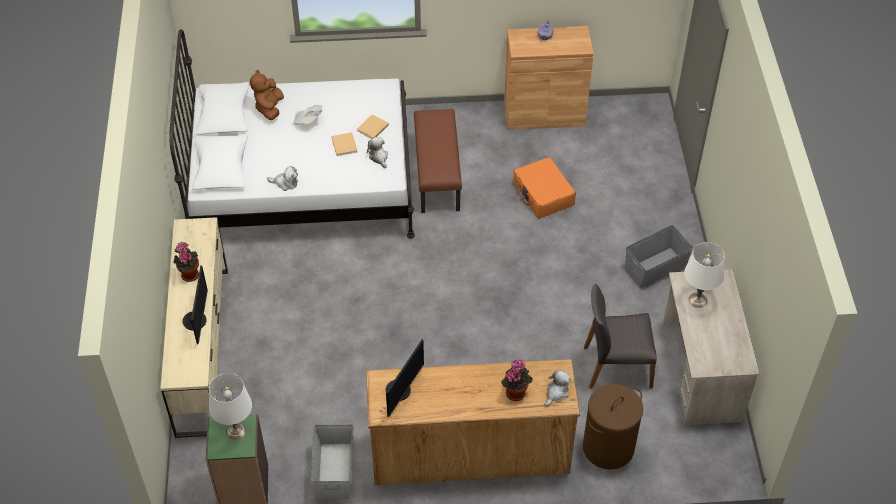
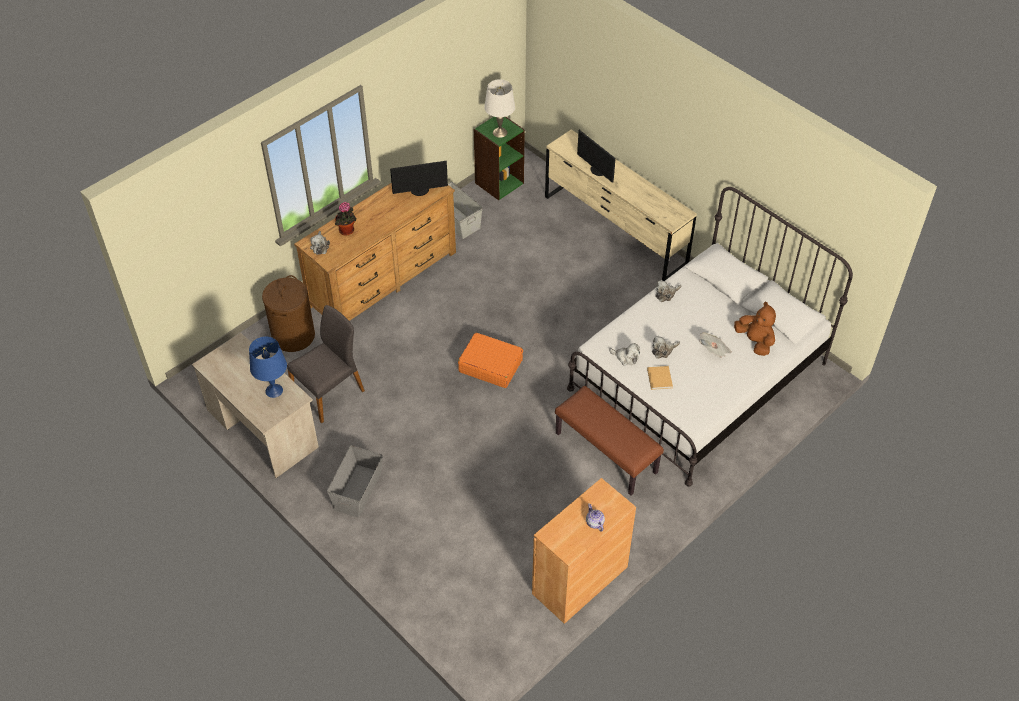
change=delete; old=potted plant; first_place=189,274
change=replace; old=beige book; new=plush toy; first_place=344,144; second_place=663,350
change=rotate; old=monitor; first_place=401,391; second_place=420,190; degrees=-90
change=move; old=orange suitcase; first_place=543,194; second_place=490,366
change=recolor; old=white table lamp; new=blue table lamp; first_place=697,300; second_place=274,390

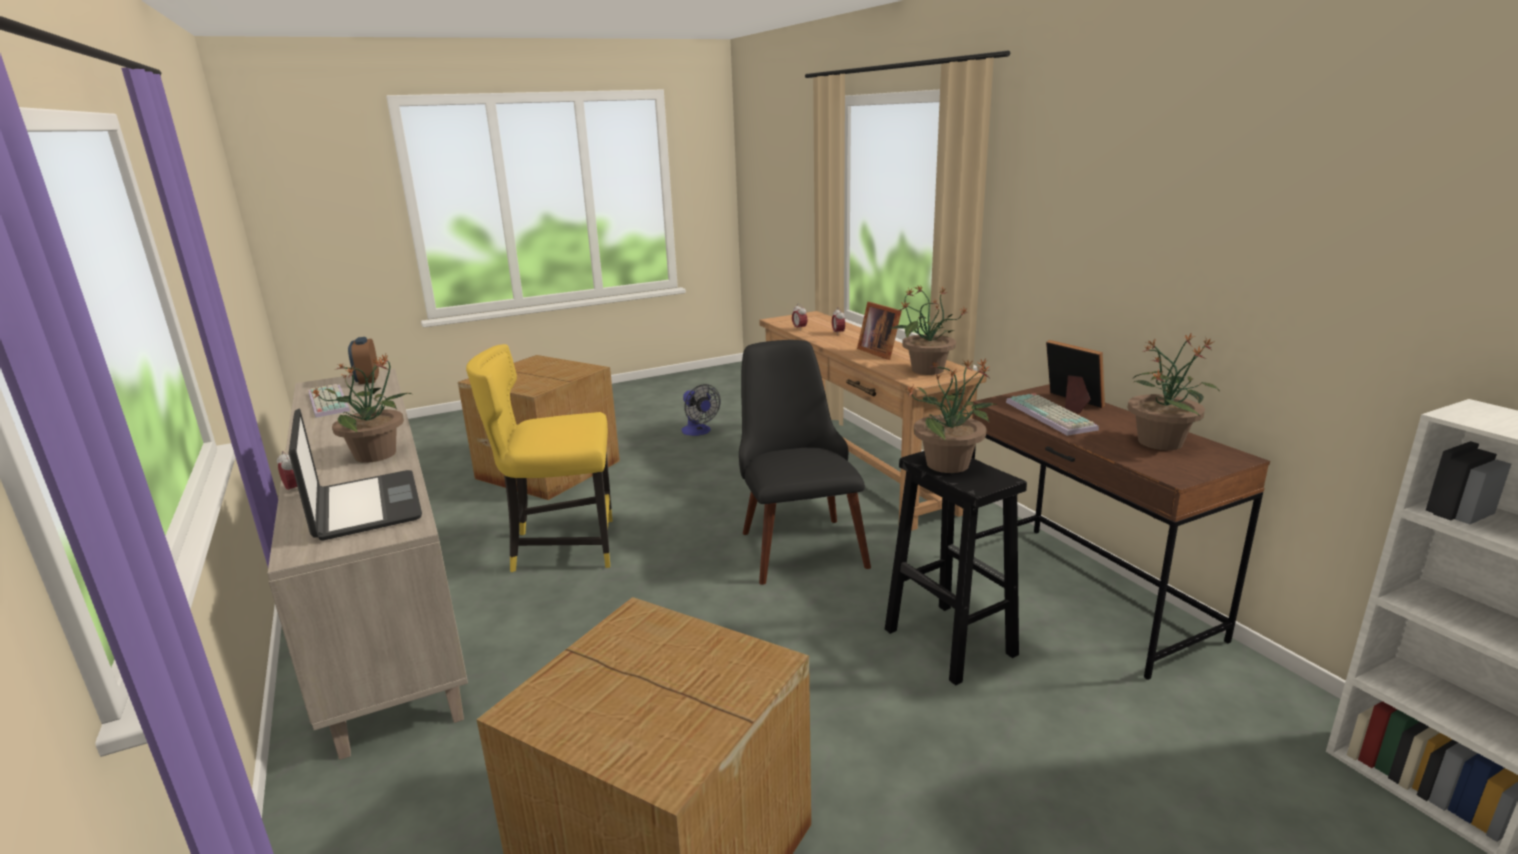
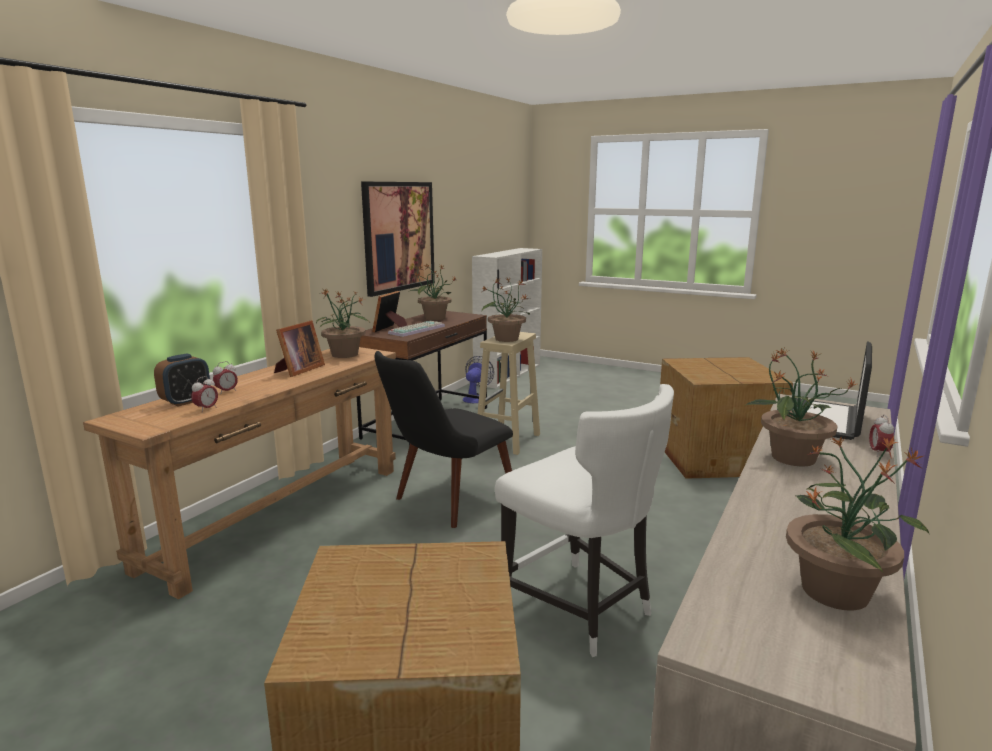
change=replace; old=keyboard; new=potted plant; first_place=326,402; second_place=836,590
change=move; old=alarm clock; first_place=368,380; second_place=186,401
change=recolor; old=yellow chair; new=white chair; first_place=561,547; second_place=580,610
change=move; old=fan; first_place=699,432; second_place=476,398
change=recolor; old=black stool; new=beige stool; first_place=947,641; second_place=507,441
change=insert; new=picture; second_place=399,236

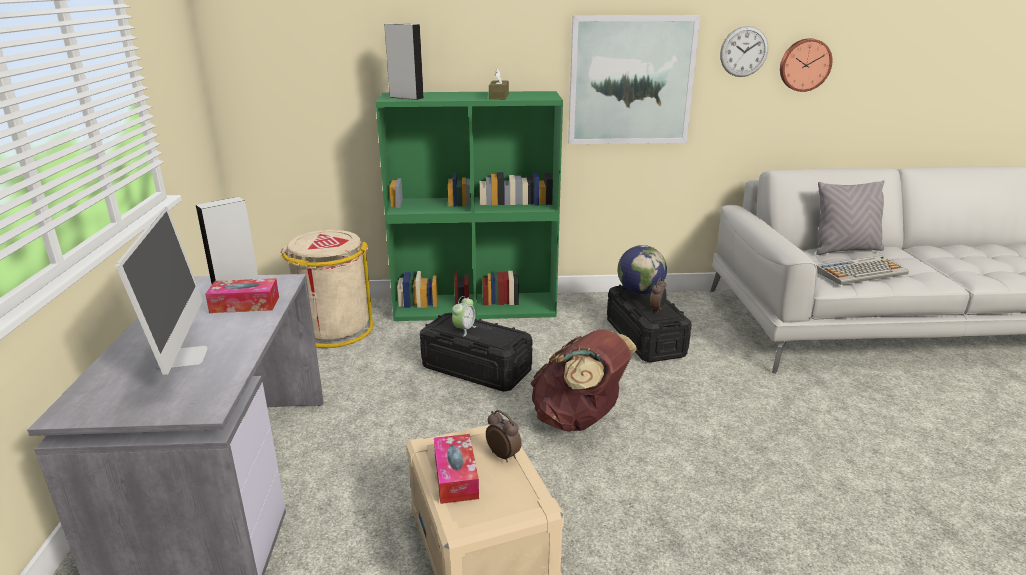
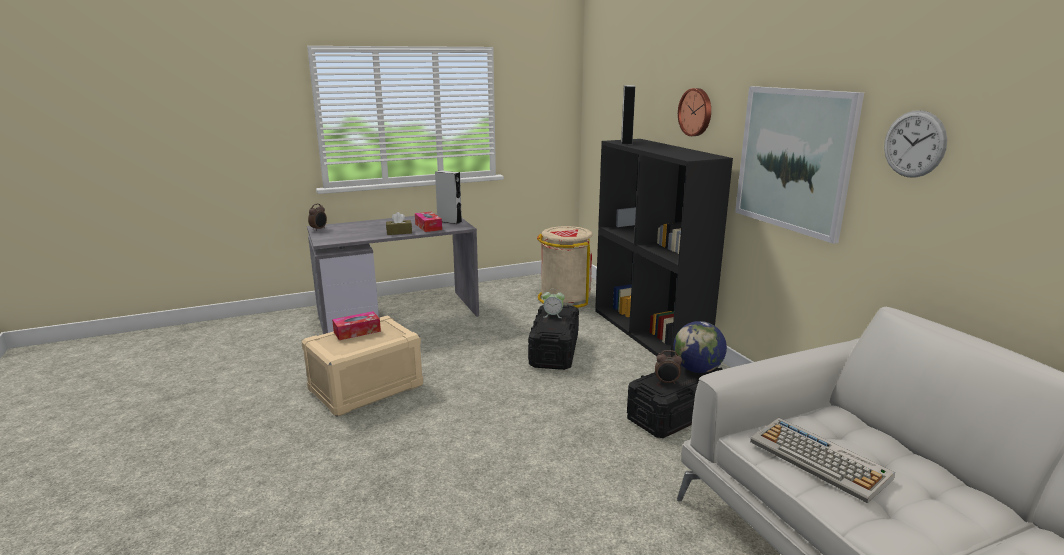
change=delete; old=monitor; first_place=182,357
change=recolor; old=green bookcase; new=black bookcase; first_place=476,307; second_place=650,332
change=move; old=alarm clock; first_place=504,455; second_place=319,229
change=move; old=brown tissue box; first_place=499,96; second_place=399,232
change=delete; old=brown backpack; first_place=579,420
change=move; old=wall clock; first_place=804,65; second_place=696,112
change=delete; old=grey pillow; first_place=844,250

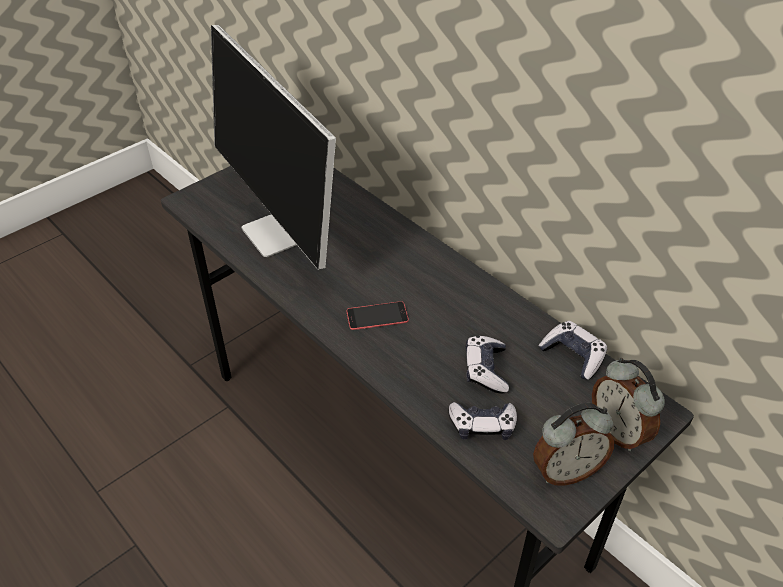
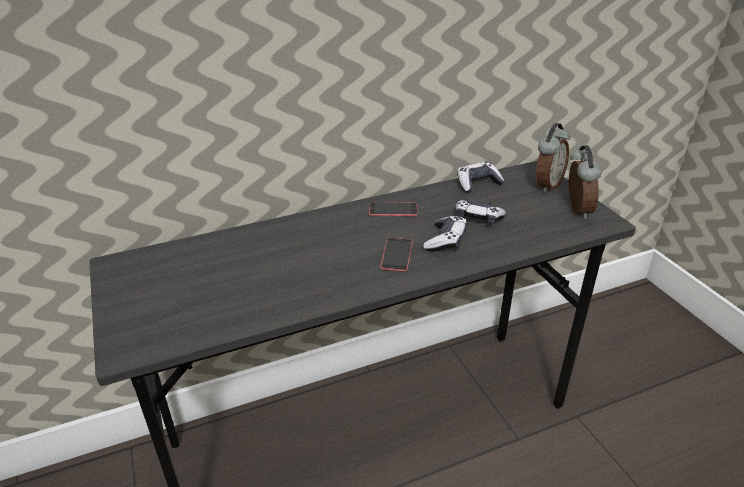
change=delete; old=monitor; first_place=282,233
change=move; old=game controller; first_place=482,425; second_place=445,241
change=rotate; old=alarm clock; first_place=619,431; second_place=547,185; degrees=-45
change=insert; new=phone; second_place=393,209

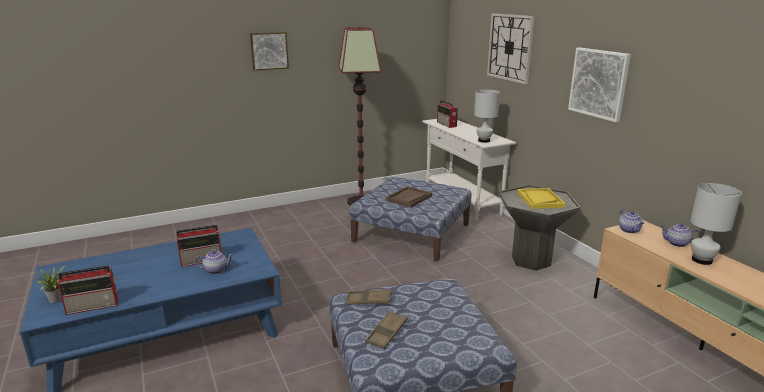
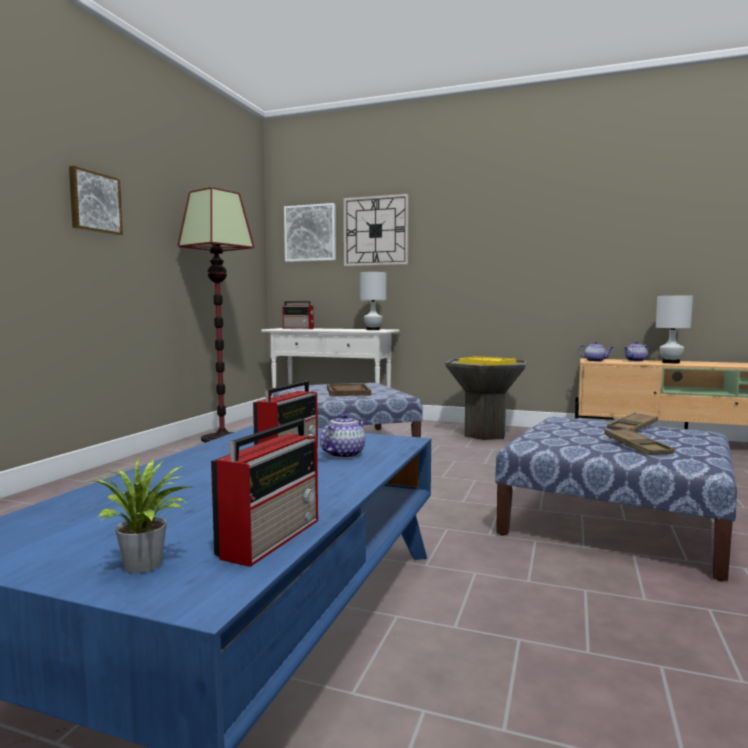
change=move; old=brown tray; first_place=368,300; second_place=632,427
change=move; old=picture; first_place=599,83; second_place=310,233

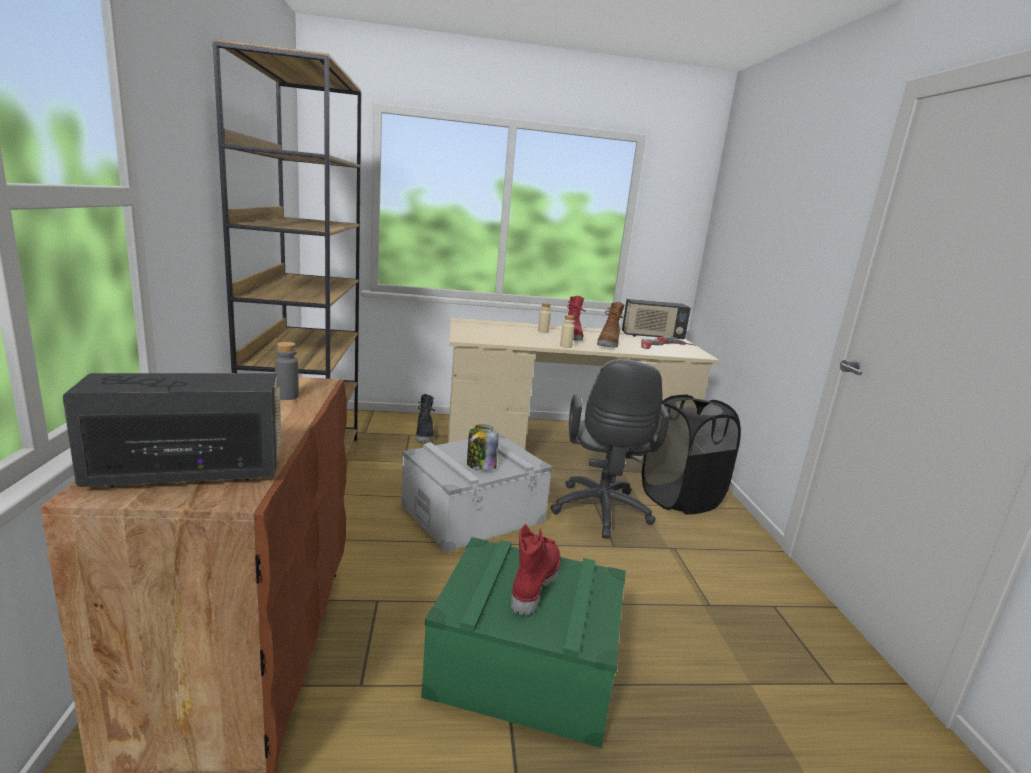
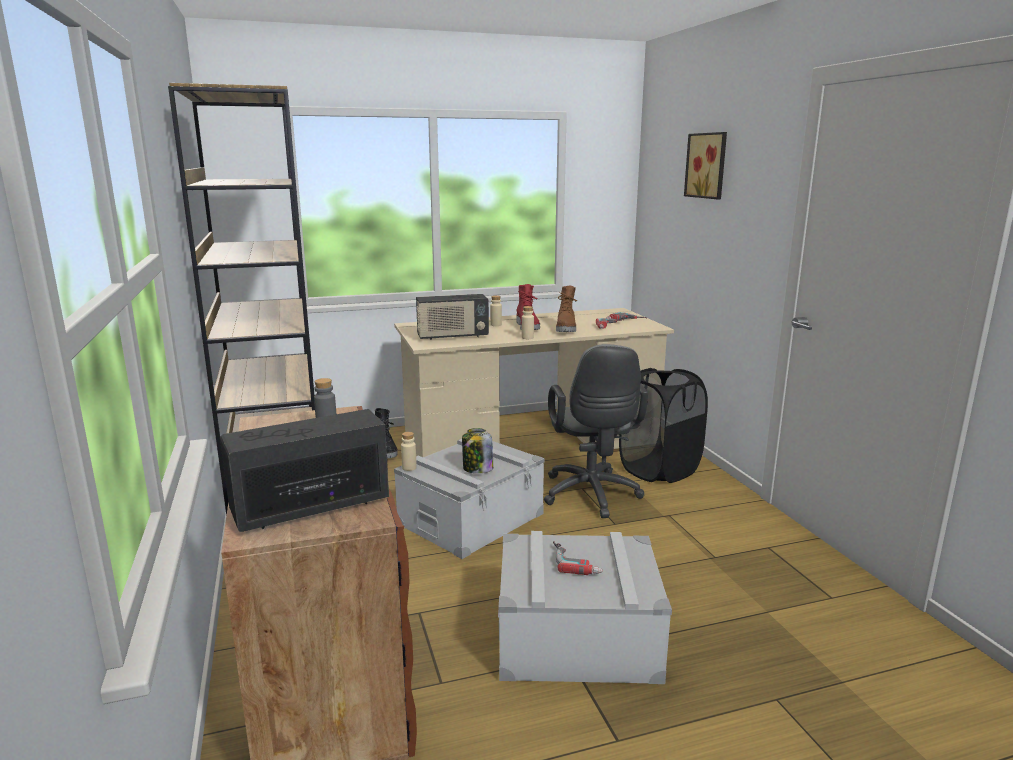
change=recolor; old=green storage box; new=grey storage box; first_place=524,667; second_place=577,638
change=replace; old=red boot; new=power drill; first_place=533,583; second_place=576,561
change=move; old=radio; first_place=652,336; second_place=452,336
change=insert; new=beige bottle; second_place=409,468
change=insert; new=picture; second_place=708,165

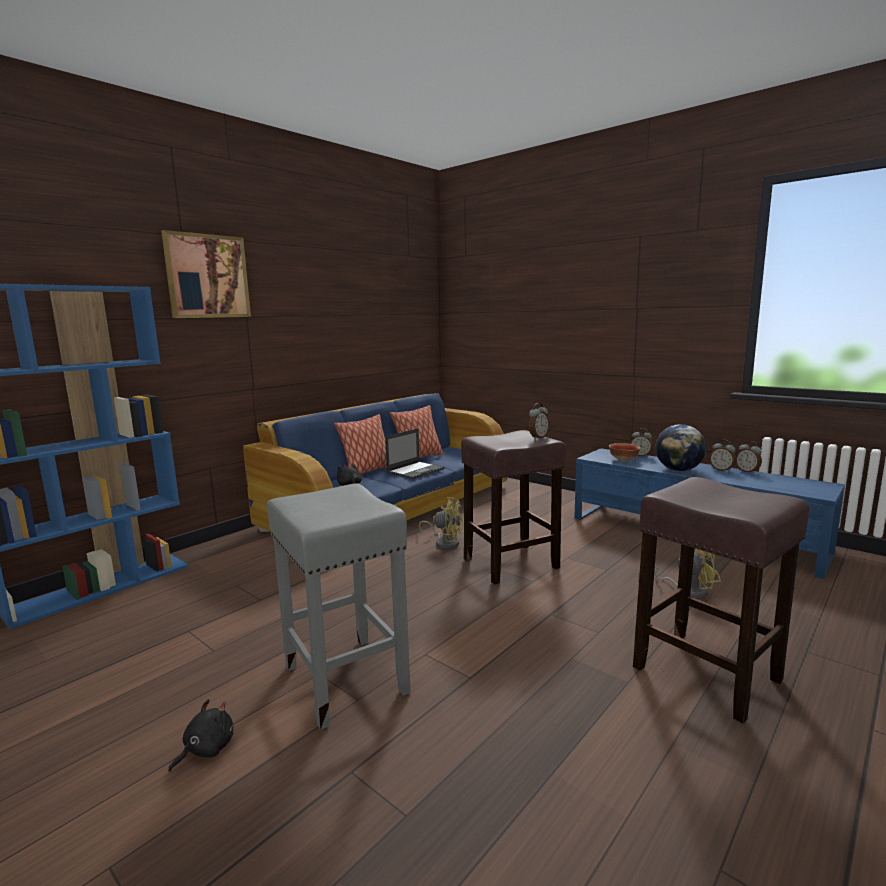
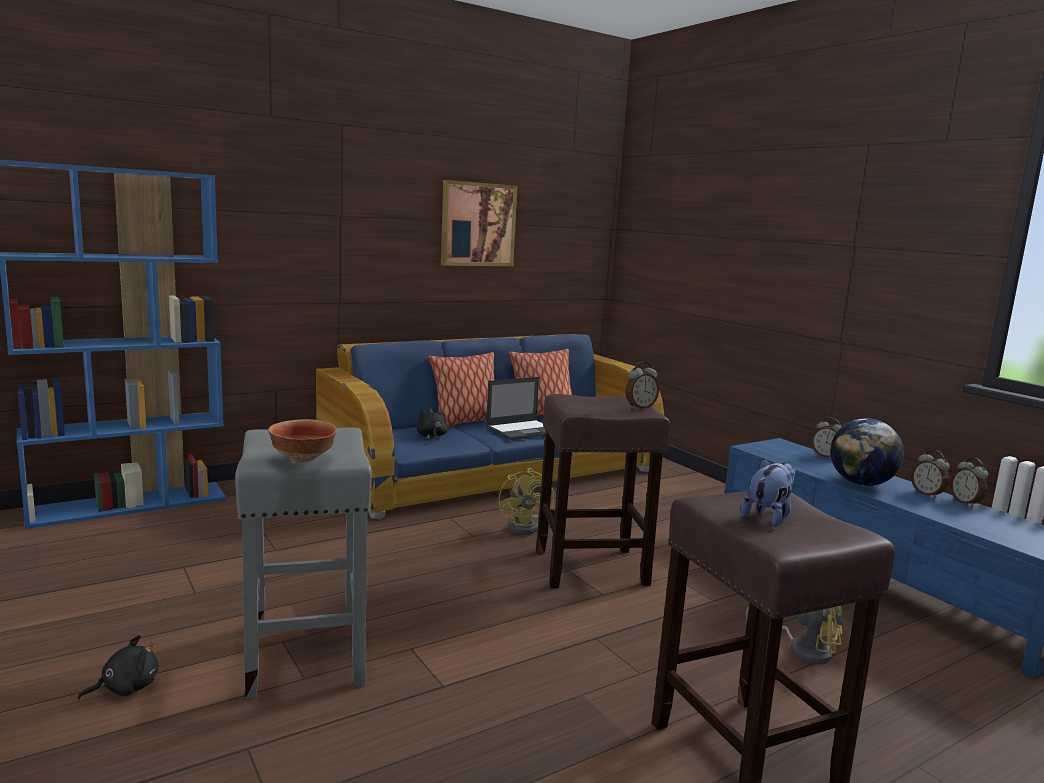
change=move; old=picture; first_place=207,276; second_place=478,224
change=rotate; old=yellow fan; first_place=445,543; second_place=527,527; degrees=45
change=move; old=bowl; first_place=623,460; second_place=304,458
change=insert; new=plush toy; second_place=768,517

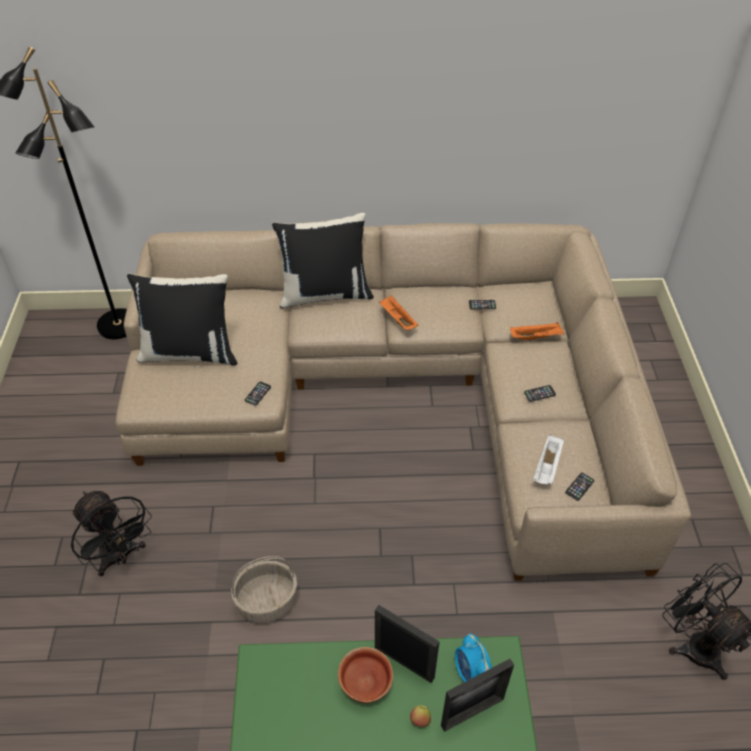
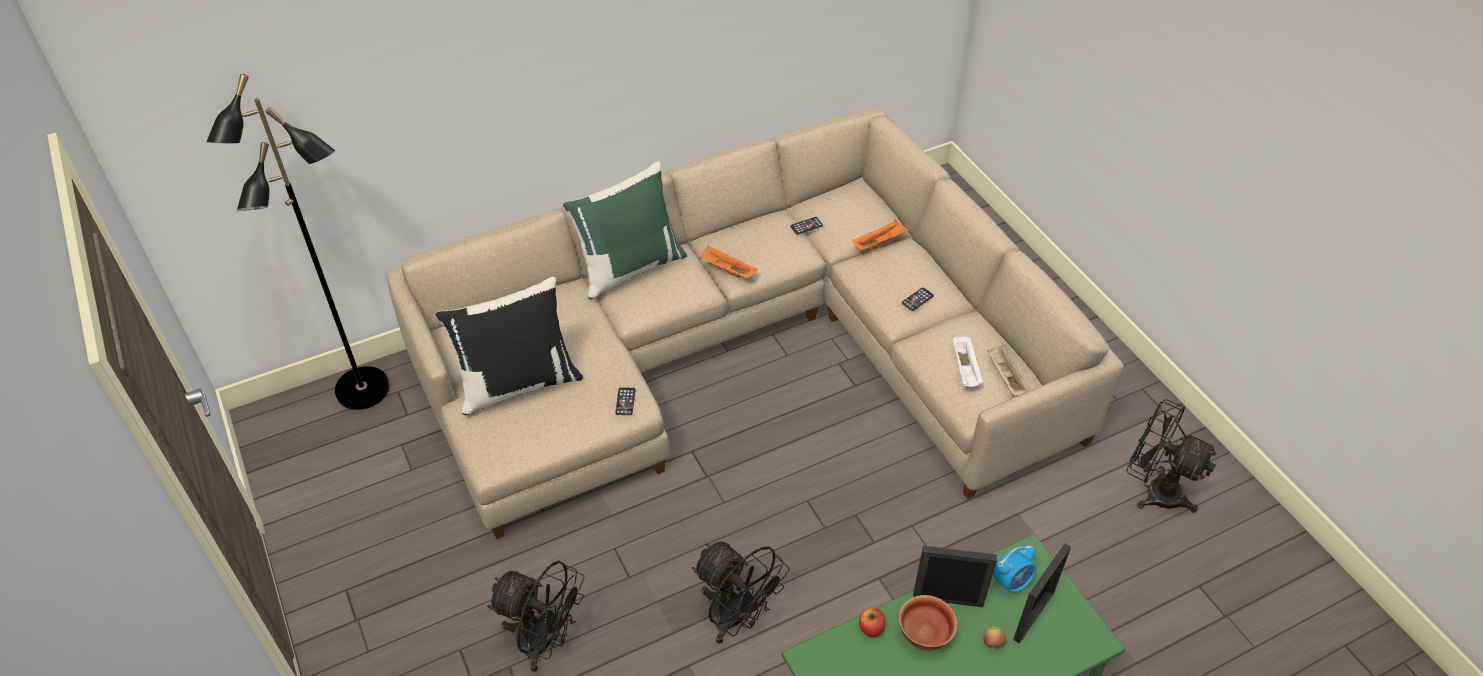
change=replace; old=basket; new=black fan; first_place=267,601; second_place=736,619
change=recolor; old=black pillow; new=green pillow; first_place=325,293; second_place=629,267
change=rotate; old=alarm clock; first_place=470,672; second_place=1011,582; degrees=-75
change=replace; old=phone; new=beige tray; first_place=579,486; second_place=1005,377
change=insert; new=apple; second_place=871,628

